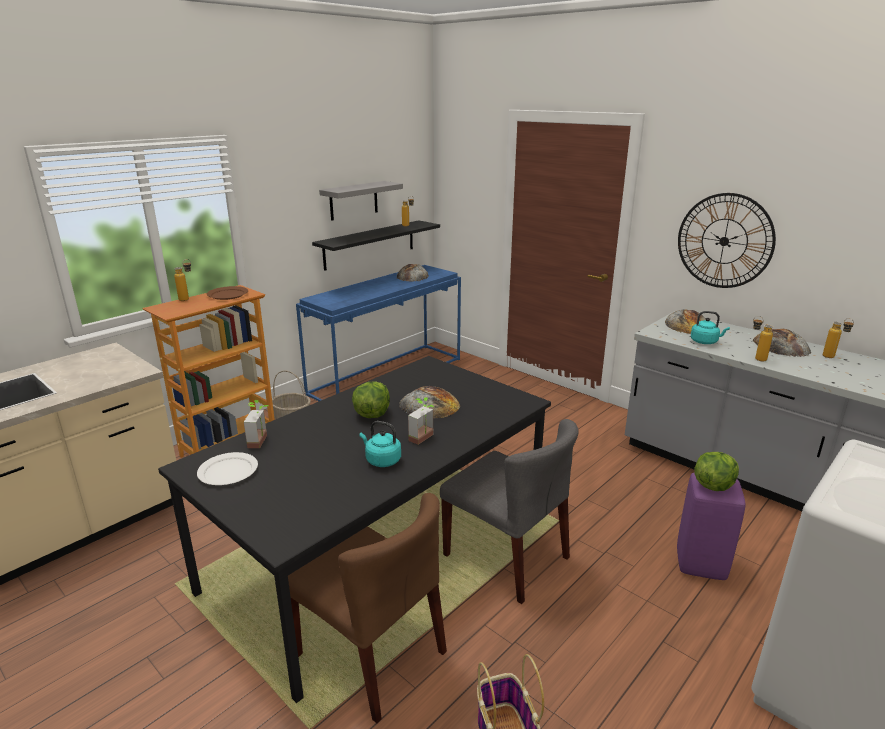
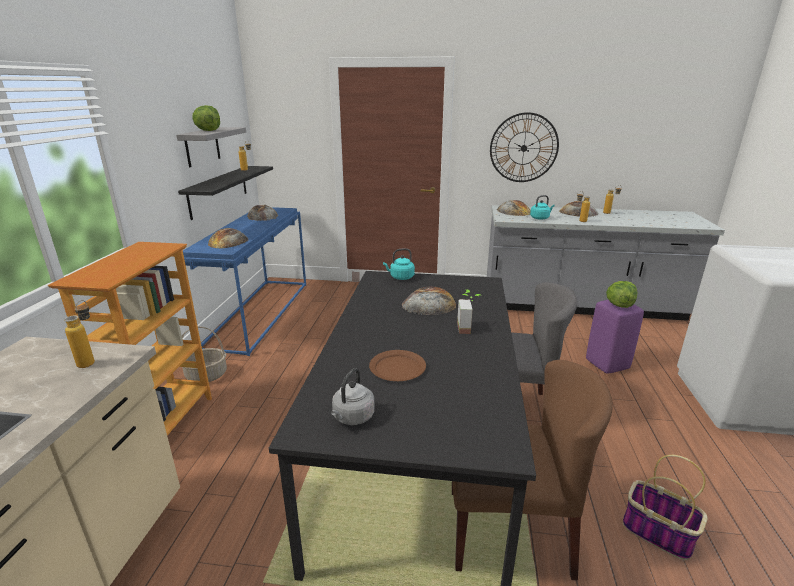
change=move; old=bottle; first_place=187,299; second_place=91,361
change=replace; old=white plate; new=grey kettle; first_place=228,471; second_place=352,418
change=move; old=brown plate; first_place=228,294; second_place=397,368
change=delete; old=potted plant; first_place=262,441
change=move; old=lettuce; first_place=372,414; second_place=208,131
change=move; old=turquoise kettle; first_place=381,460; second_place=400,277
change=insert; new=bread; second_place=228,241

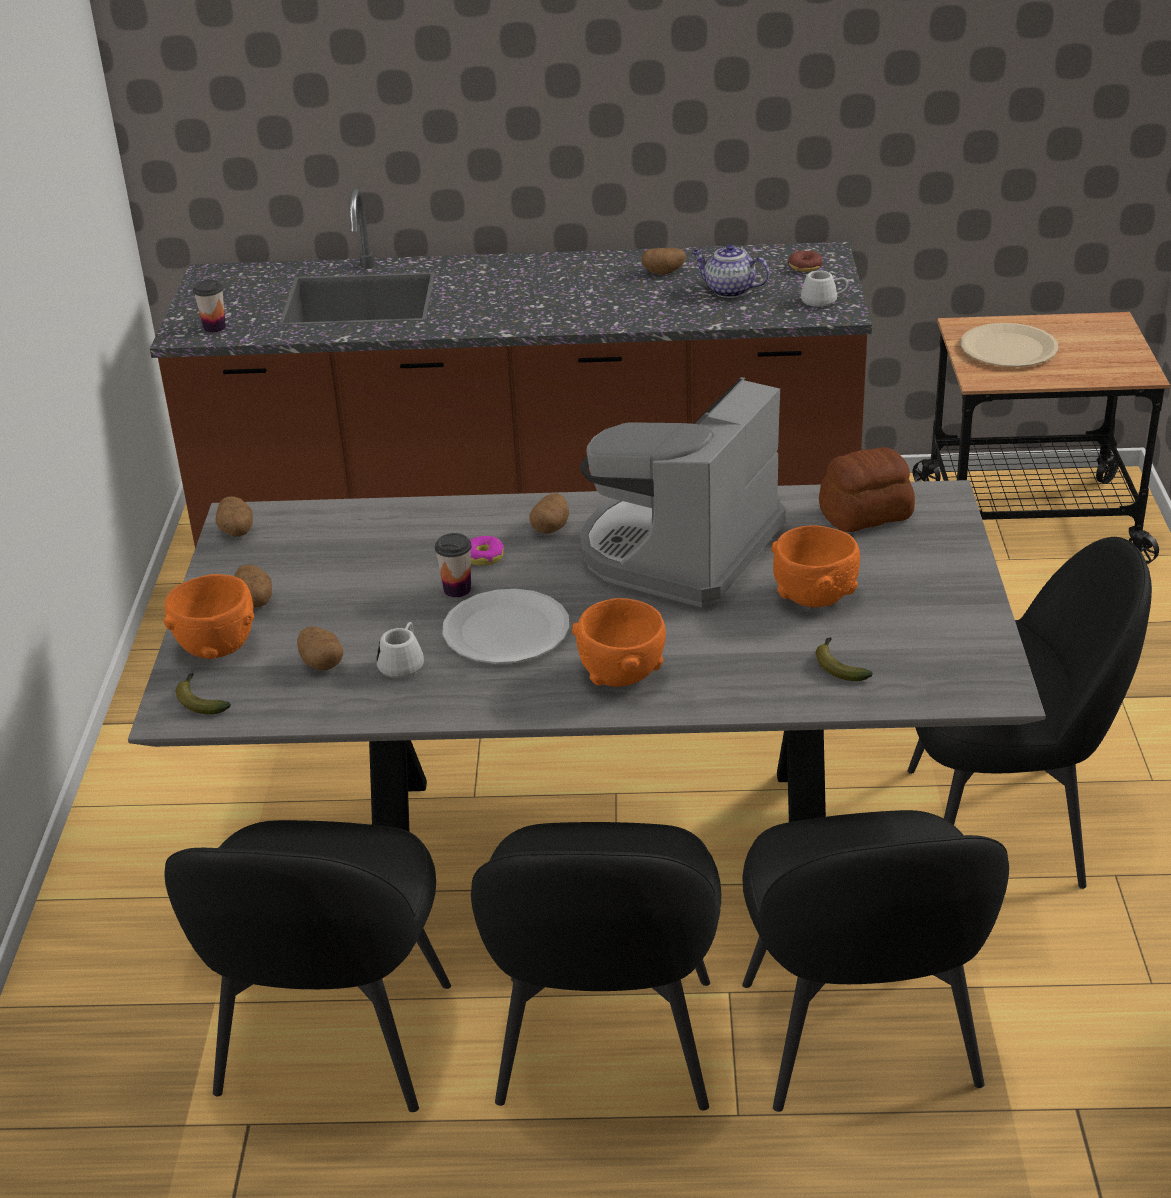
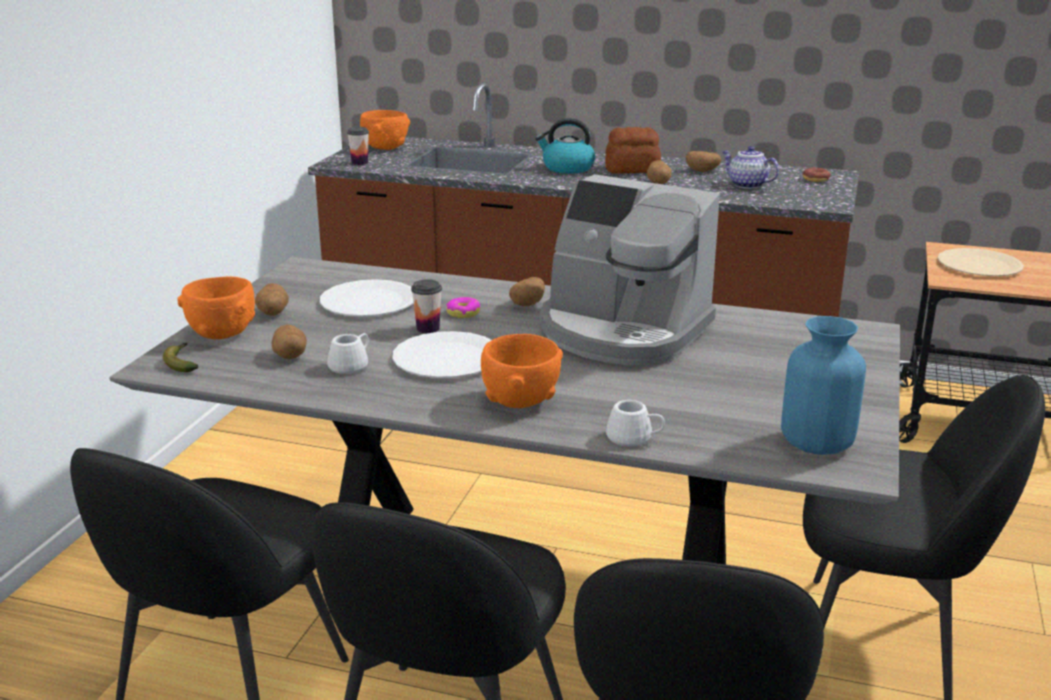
change=move; old=potato; first_place=237,531; second_place=658,183
change=rotate; old=coffee machine; first_place=679,550; second_place=622,332; degrees=-105
change=move; old=orange bowl; first_place=814,597; second_place=385,148
change=move; old=white mug; first_place=824,300; second_place=635,438
change=delete; old=banana; first_place=838,666
change=move; old=bread; first_place=867,514; second_place=633,170
change=insert; new=white plate; second_place=368,301
change=insert; new=kettle; second_place=567,168
change=insert; new=blue vase; second_place=817,443

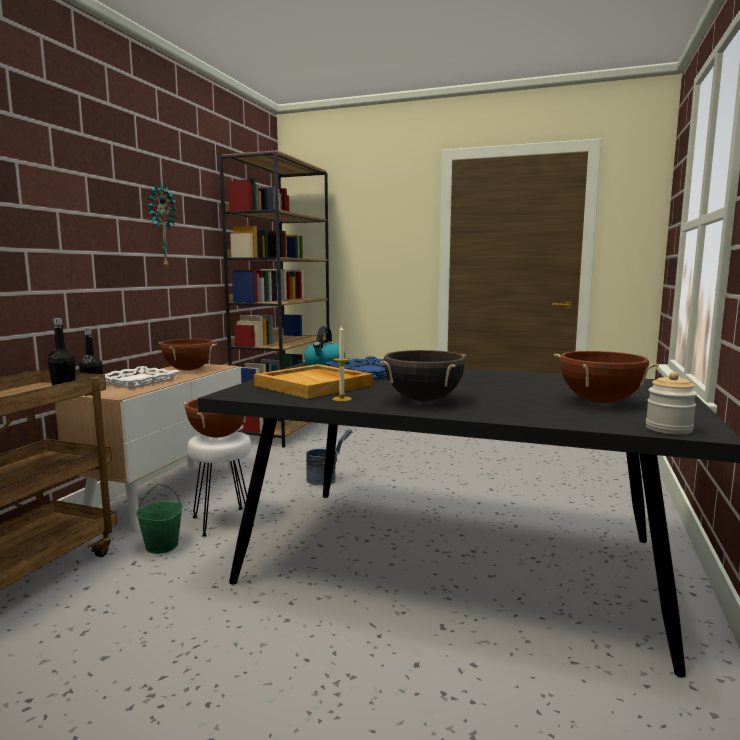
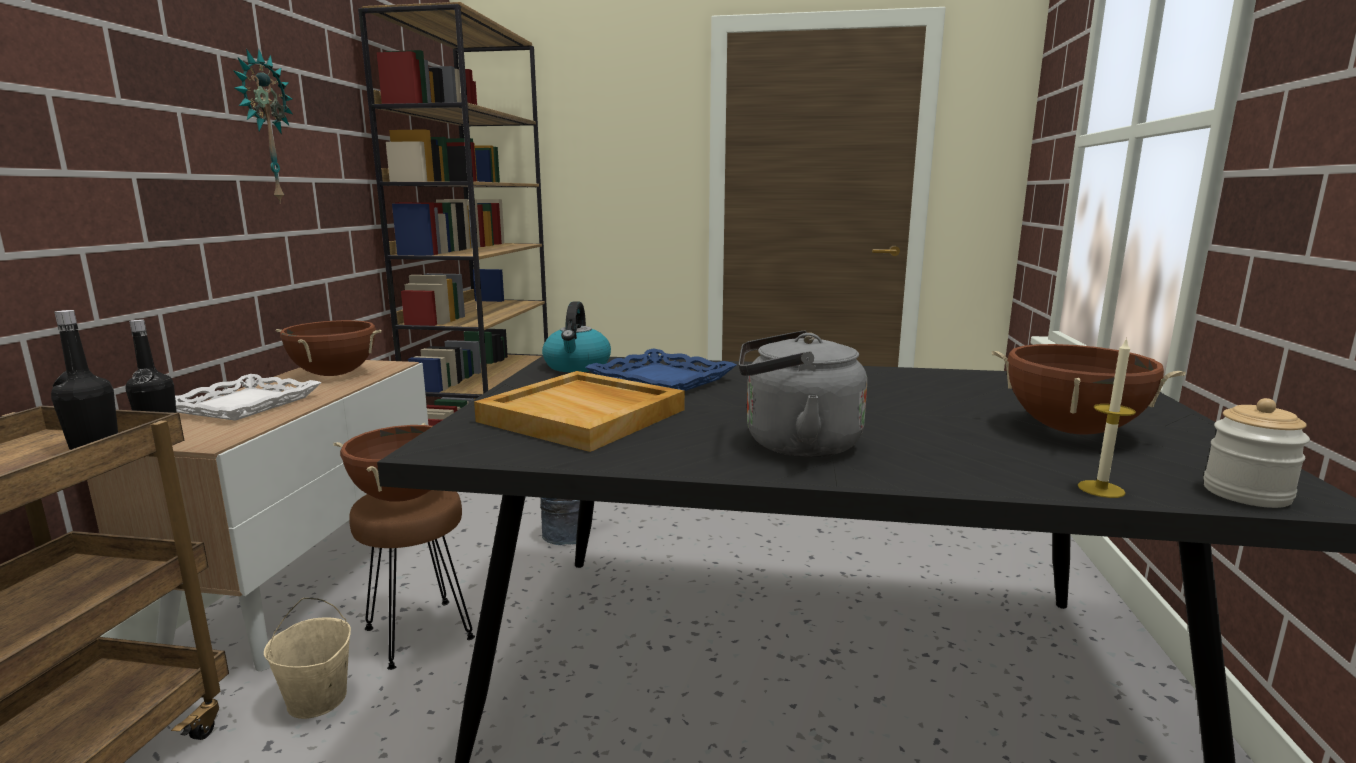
change=recolor; old=green bucket; new=beige bucket; first_place=162,546; second_place=317,700
change=recolor; old=white stool; new=brown stool; first_place=223,521; second_place=419,632
change=move; old=candle; first_place=341,399; second_place=1101,489
change=replace; old=black cooking pot; new=grey kettle; first_place=423,400; second_place=794,444

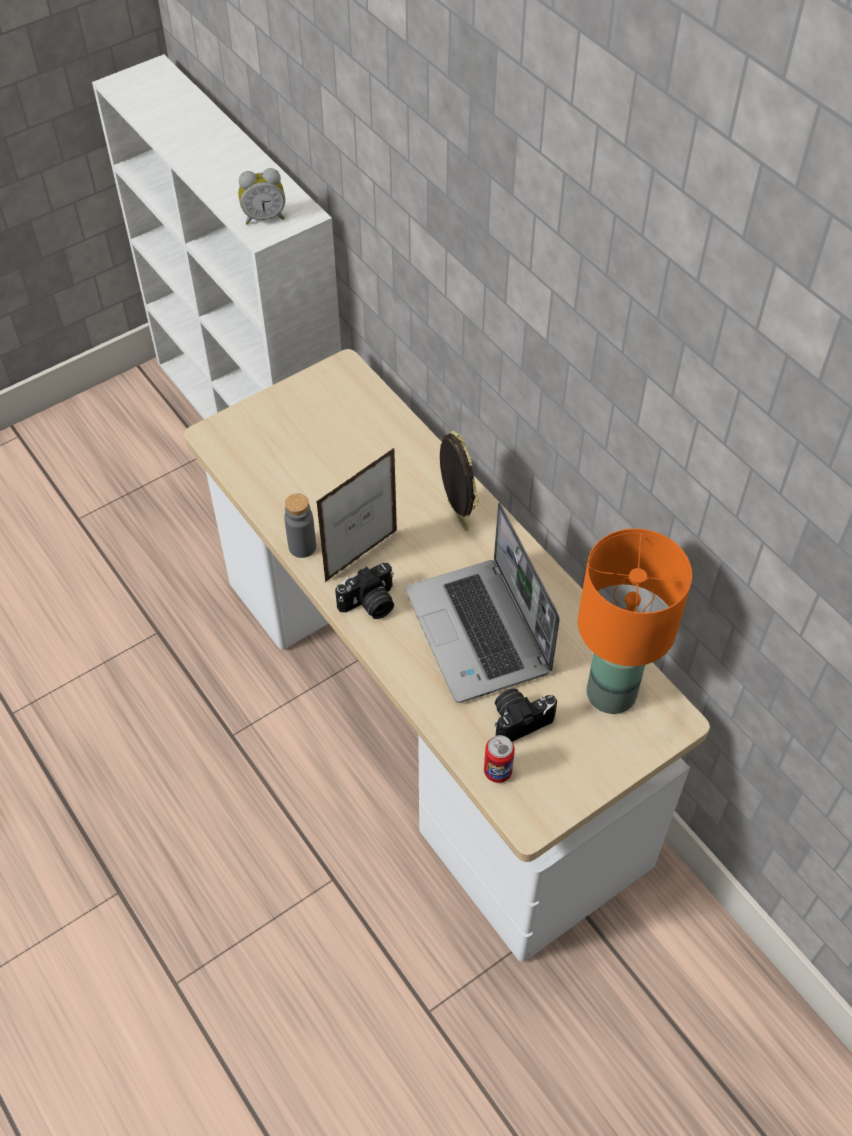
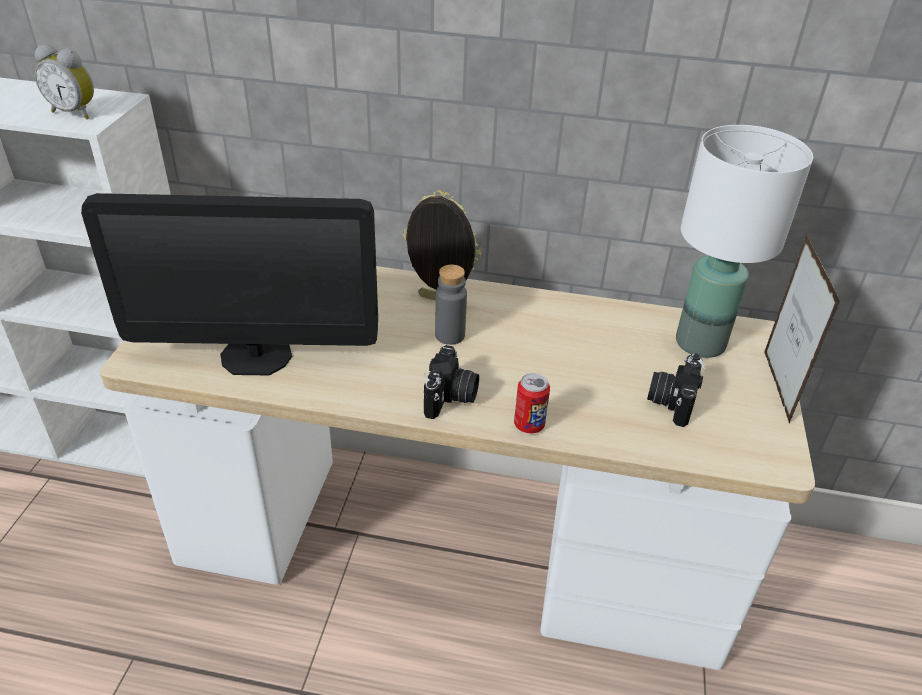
change=rotate; old=alarm clock; first_place=264,217; second_place=76,112; degrees=75
change=move; old=grey bottle; first_place=302,547; second_place=450,335
change=move; old=picture frame; first_place=361,556; second_place=776,386
change=delete; old=laptop; first_place=480,633
change=move; old=can; first_place=497,771; second_place=529,425
change=recolor; old=orange table lamp; new=white table lamp; first_place=610,694; second_place=700,344
change=insert; new=monitor; second_place=256,356

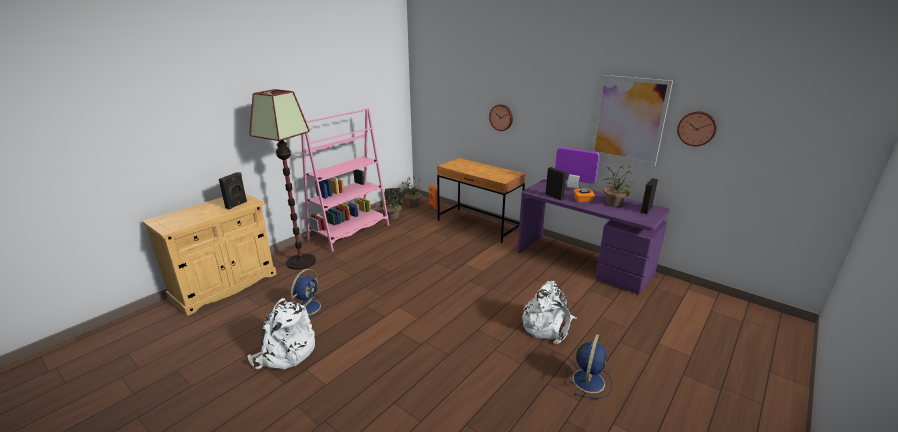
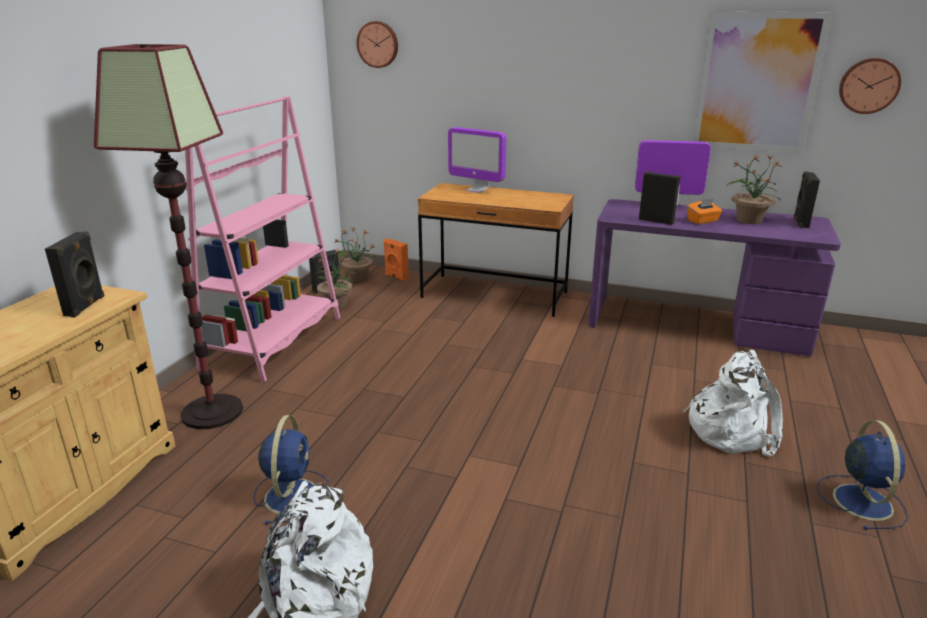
change=move; old=wall clock; first_place=501,117; second_place=378,44
change=insert; new=monitor; second_place=477,190

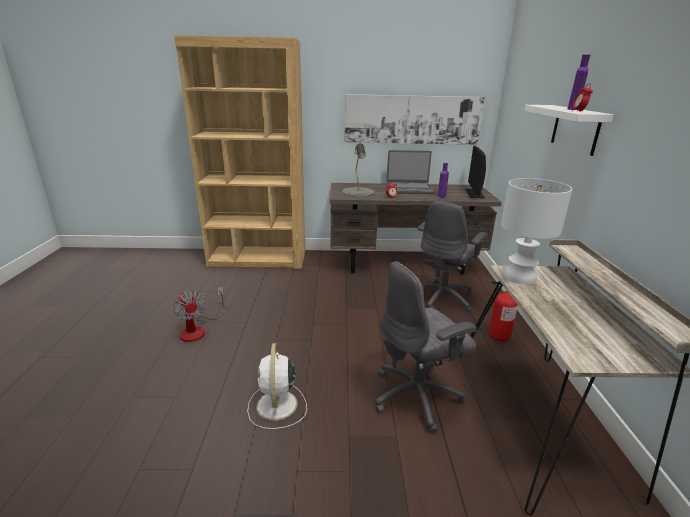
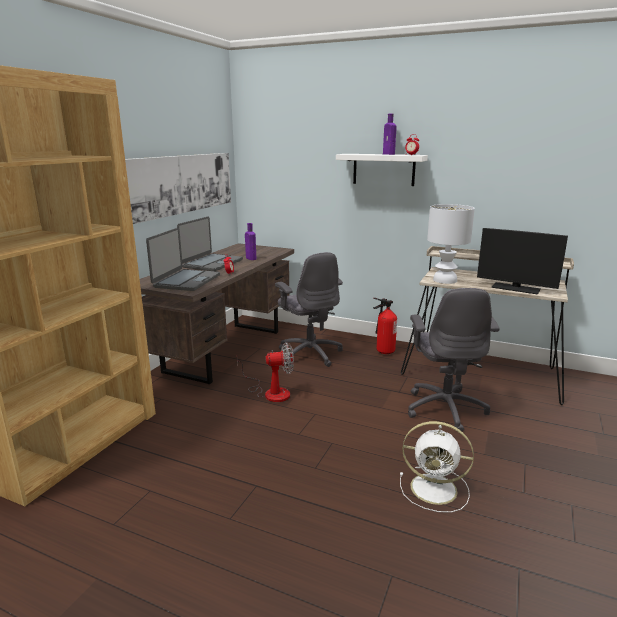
change=move; old=fan; first_place=198,329; second_place=270,392
change=replace; old=grey table lamp; new=laptop; first_place=358,192; second_place=186,281
change=move; old=monitor; first_place=474,193; second_place=515,288

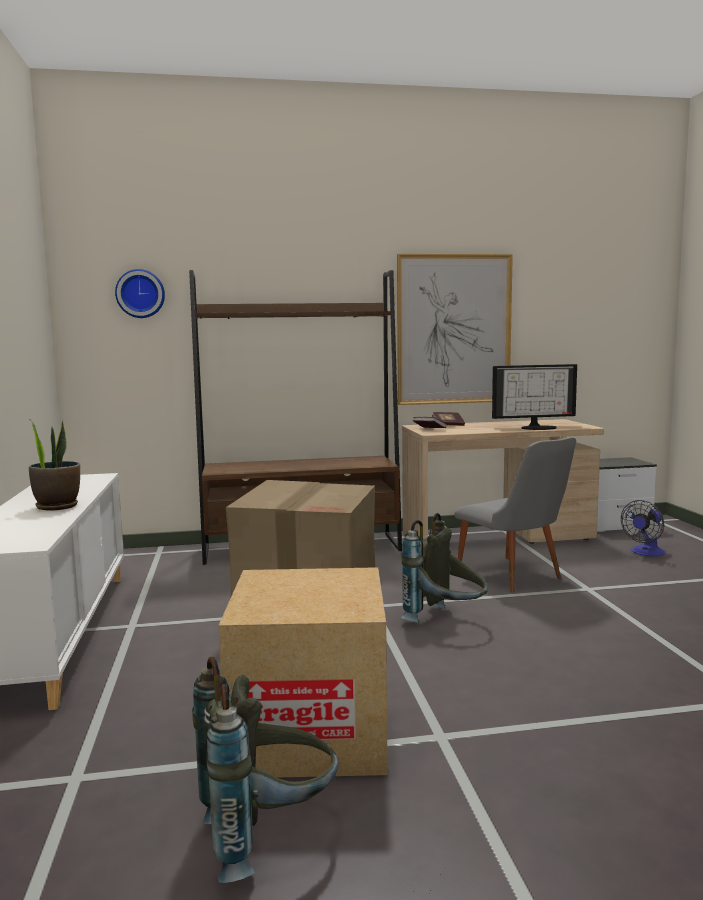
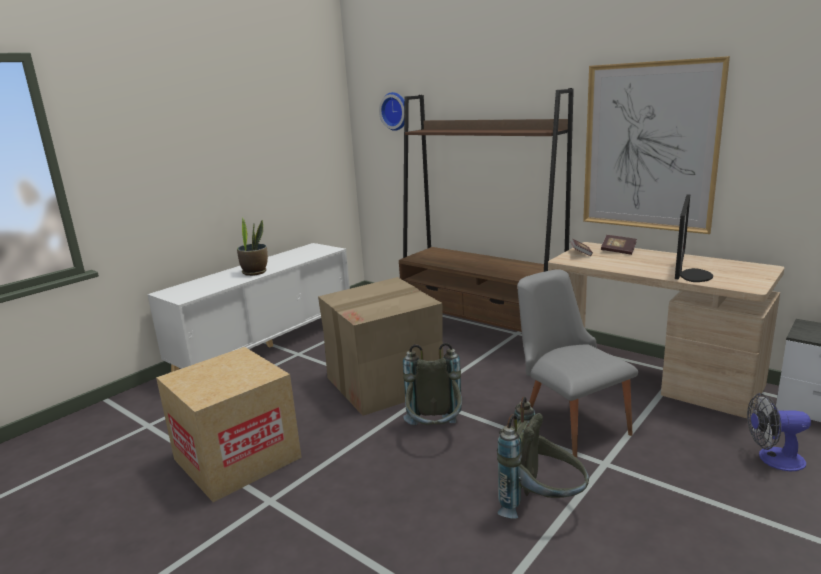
change=move; old=grey backpack; first_place=268,834; second_place=542,506
change=rotate; old=grey chair; first_place=515,577; second_place=569,422; degrees=135
change=rotate; old=monitor; first_place=538,427; second_place=690,275; degrees=-105

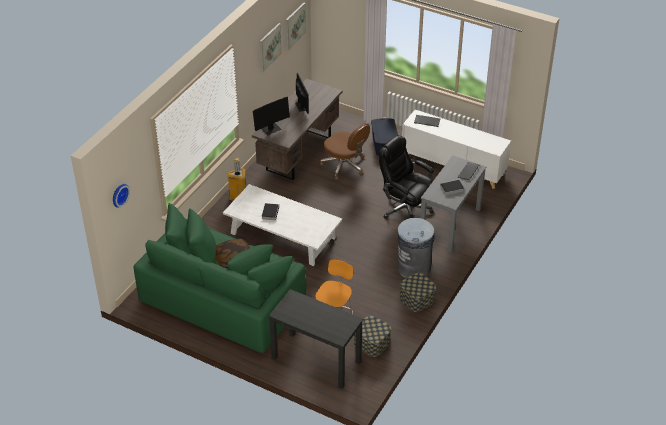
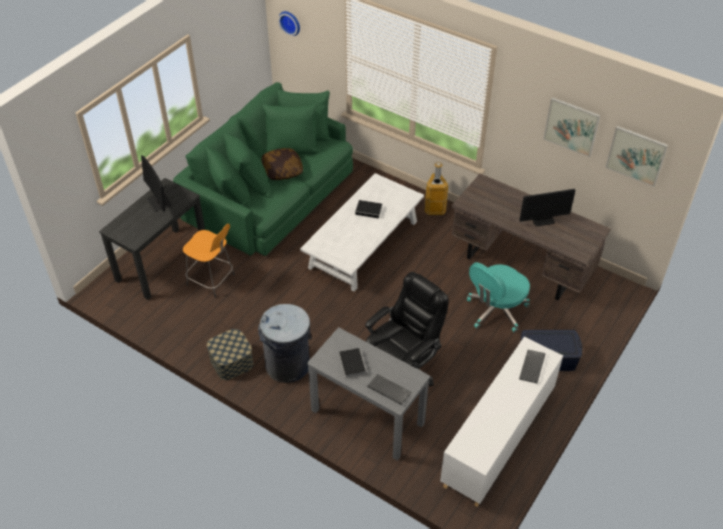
change=move; old=monitor; first_place=271,129; second_place=159,202
change=recolor; old=brown office chair; new=turquoise office chair; first_place=345,166; second_place=496,311
change=delete; old=storage box; first_place=372,343

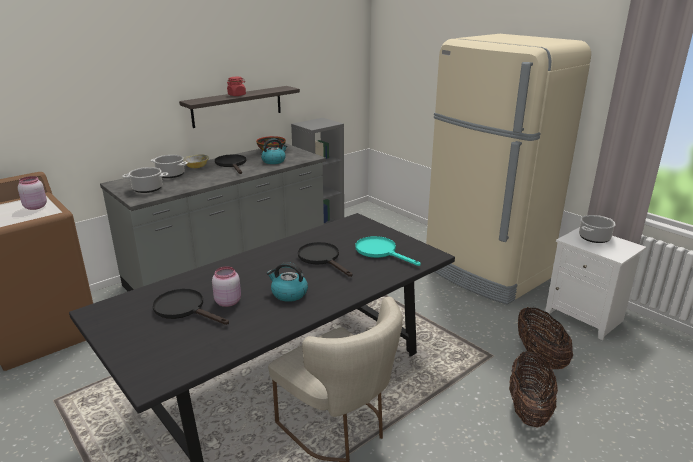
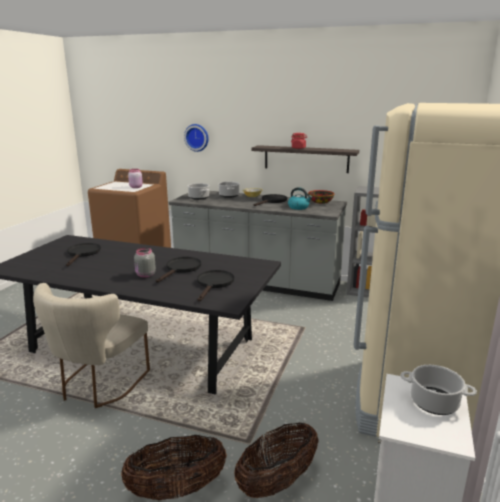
change=delete; old=pink jar; first_place=228,301
change=delete; old=kettle; first_place=288,294
change=recolor; old=turquoise frying pan; new=black frying pan; first_place=380,251; second_place=214,284
change=insert; new=grey jar; second_place=145,275
change=insert; new=wall clock; second_place=197,137

